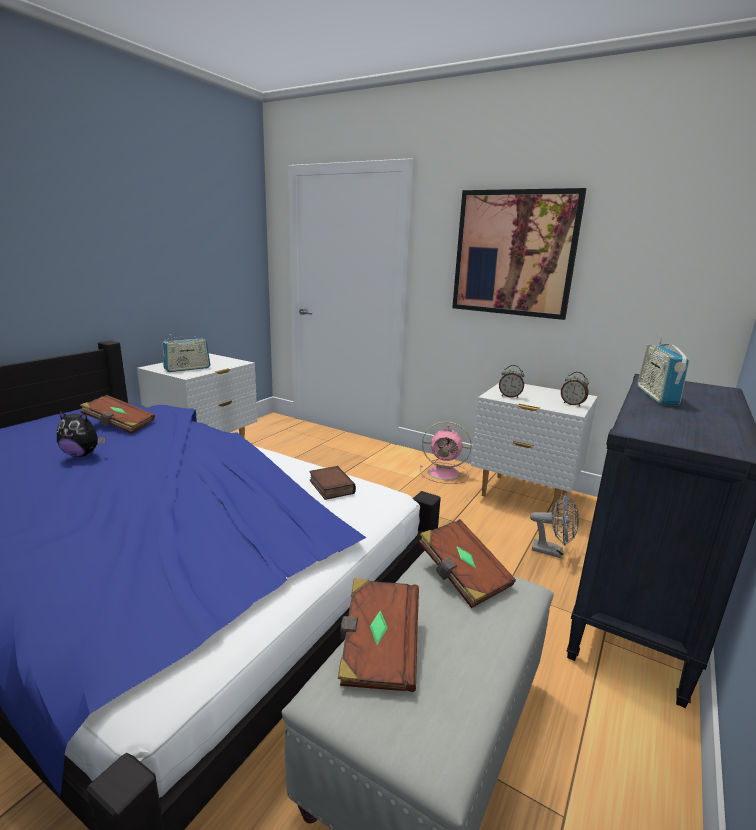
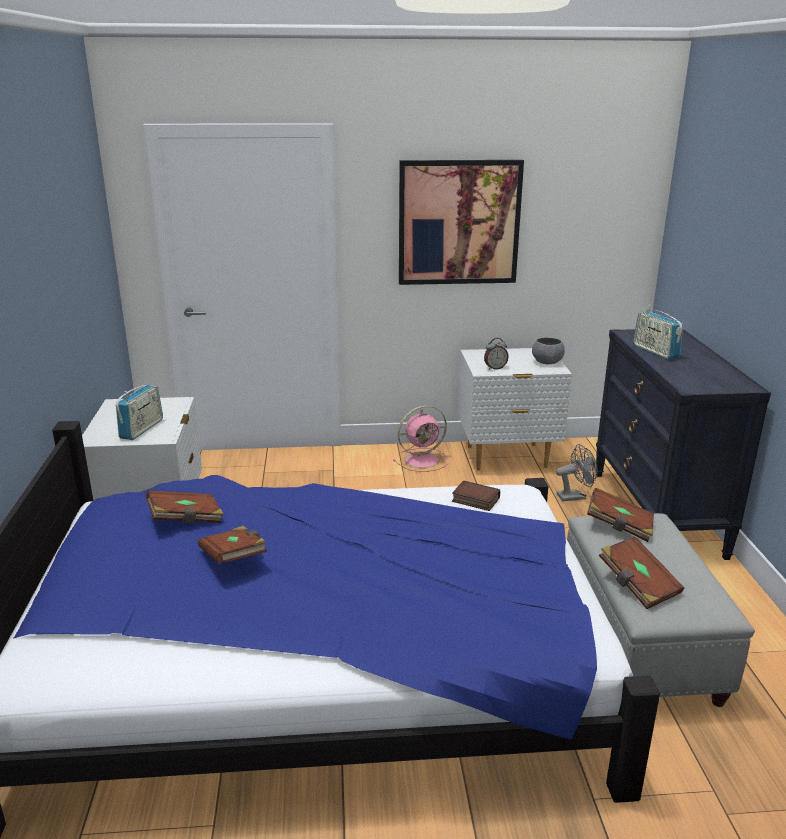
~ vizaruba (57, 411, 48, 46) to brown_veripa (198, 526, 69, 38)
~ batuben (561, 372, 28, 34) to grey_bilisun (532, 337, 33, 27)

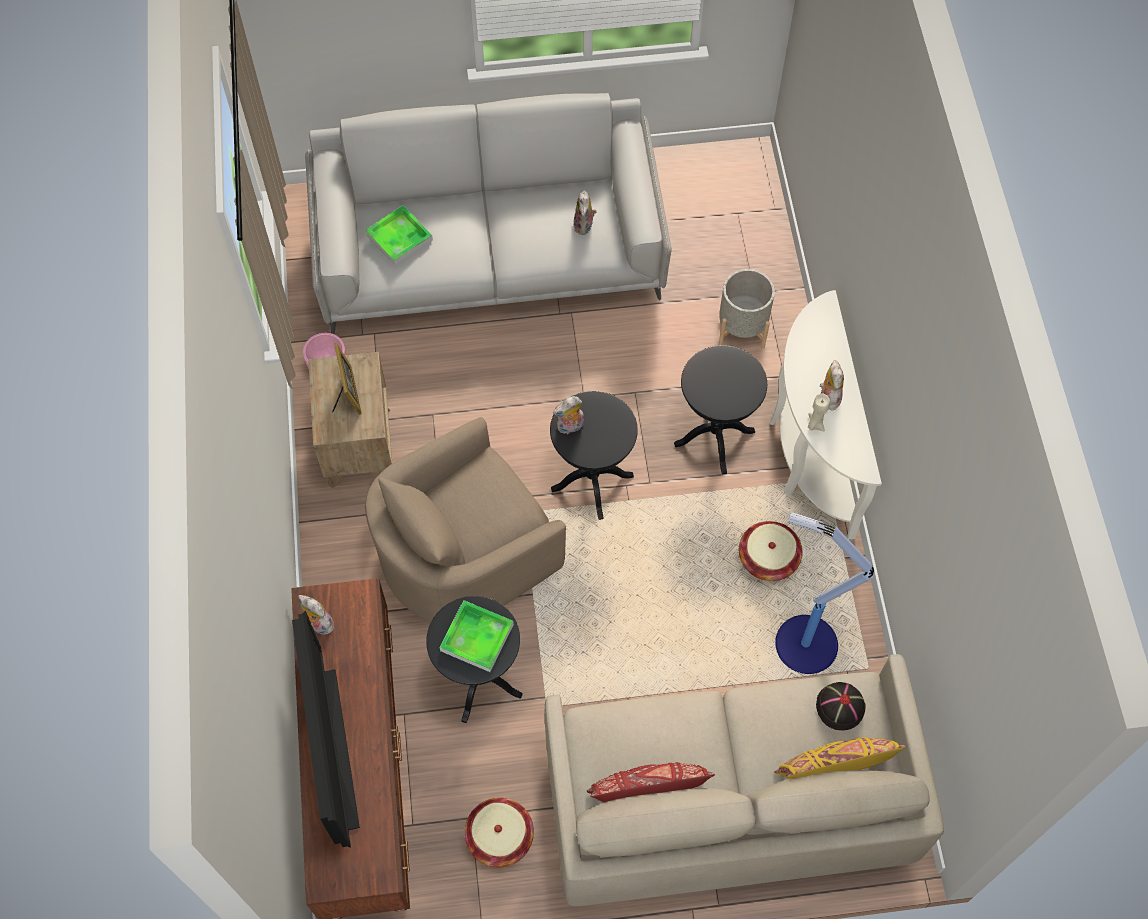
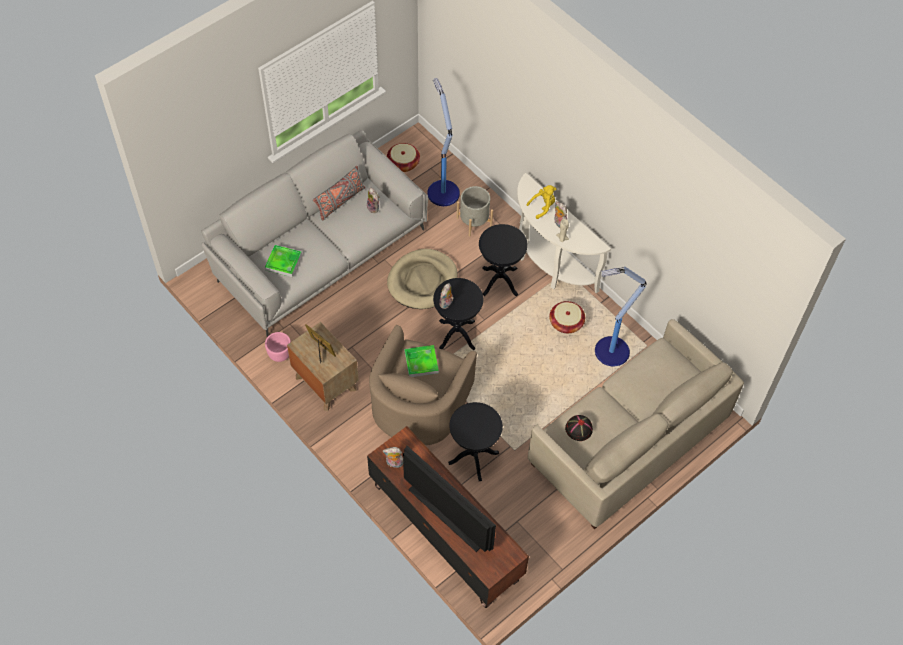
+ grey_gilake (313, 166, 52, 54)
~ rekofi (464, 797, 70, 70) to (387, 143, 33, 29)
+ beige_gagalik (387, 249, 71, 60)
~ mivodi (440, 600, 74, 72) to (404, 345, 35, 32)
+ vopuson (427, 78, 33, 128)
+ yellow_vizaruba (526, 185, 30, 34)
~ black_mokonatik (816, 682, 50, 48) to (565, 415, 28, 26)
- red_gilake (587, 762, 128, 40)
- yellow_gilake (774, 737, 132, 42)

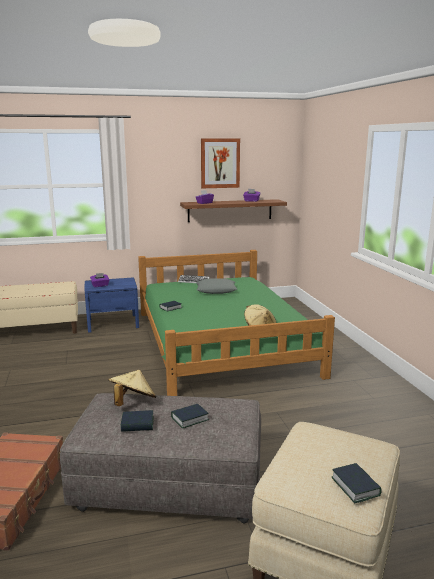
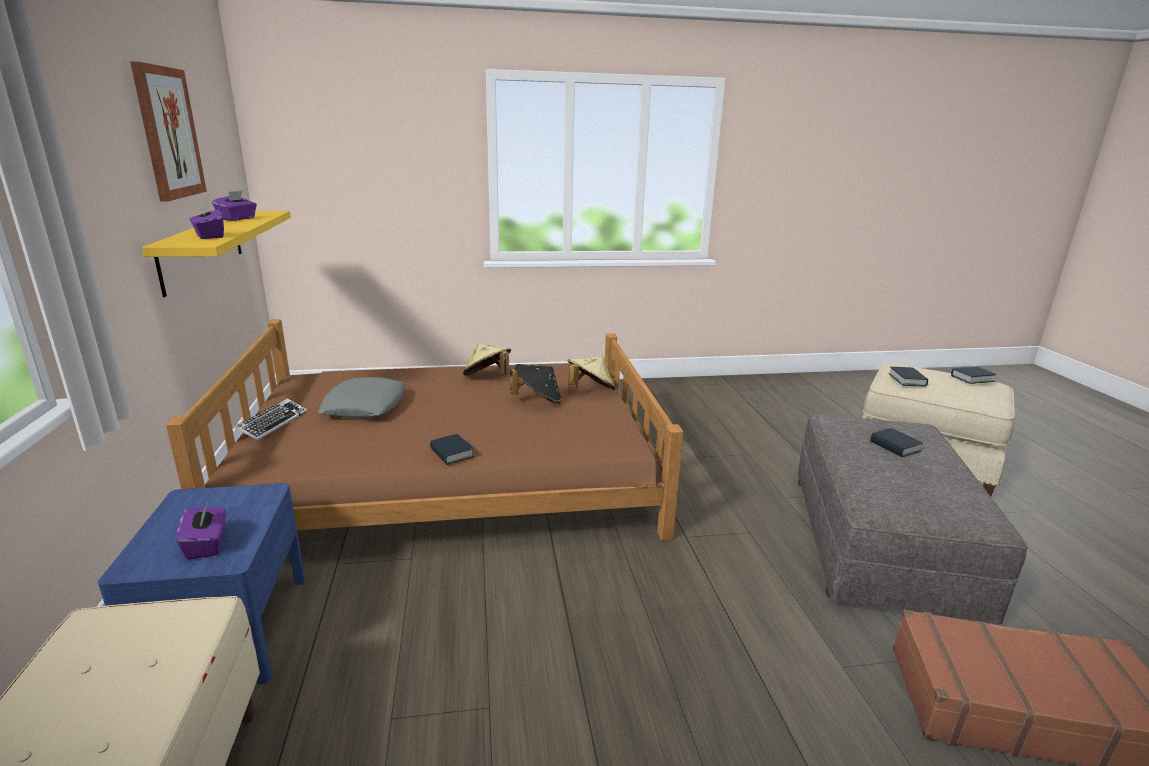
~ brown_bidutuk (180, 199, 107, 23) to yellow_bidutuk (142, 211, 149, 86)
~ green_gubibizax (138, 250, 197, 146) to brown_gubibizax (166, 319, 518, 222)
~ beige_mokonatik (108, 370, 48, 36) to (463, 343, 48, 32)
+ black_mokonatik (510, 364, 51, 39)
~ veripa (121, 410, 33, 22) to (889, 367, 39, 20)

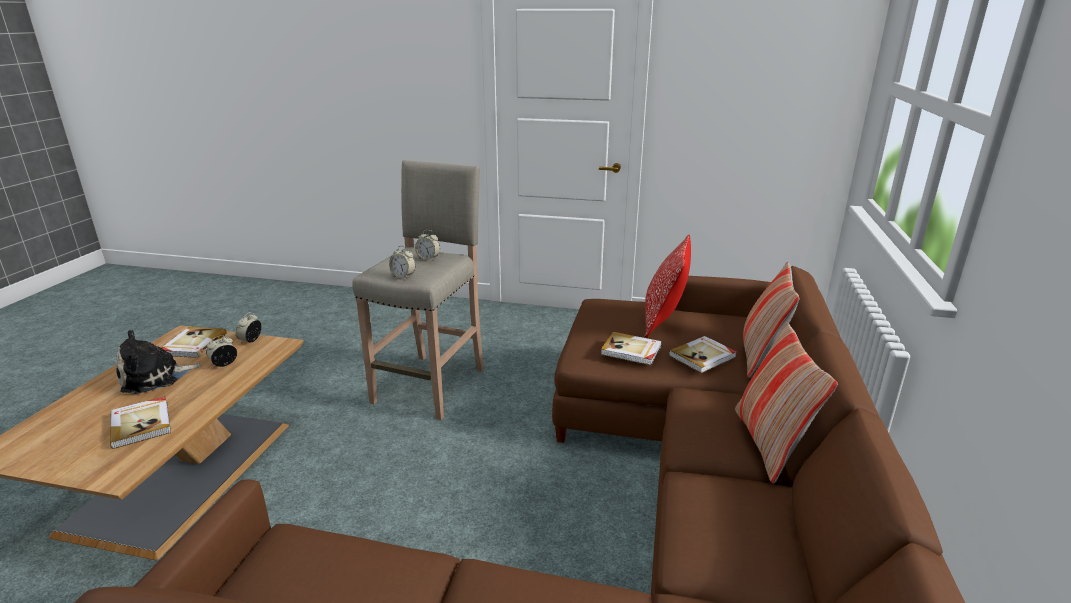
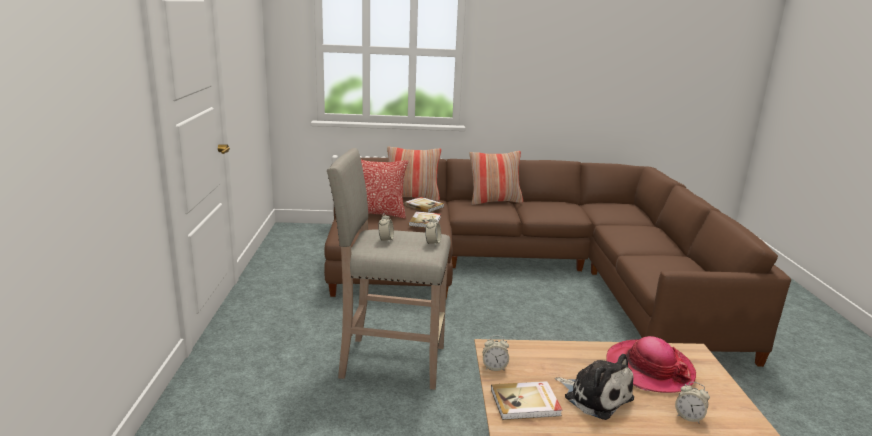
~ veripa (110, 396, 61, 53) to mokonatik (606, 336, 90, 57)
~ batuben (206, 335, 31, 32) to (675, 382, 35, 42)

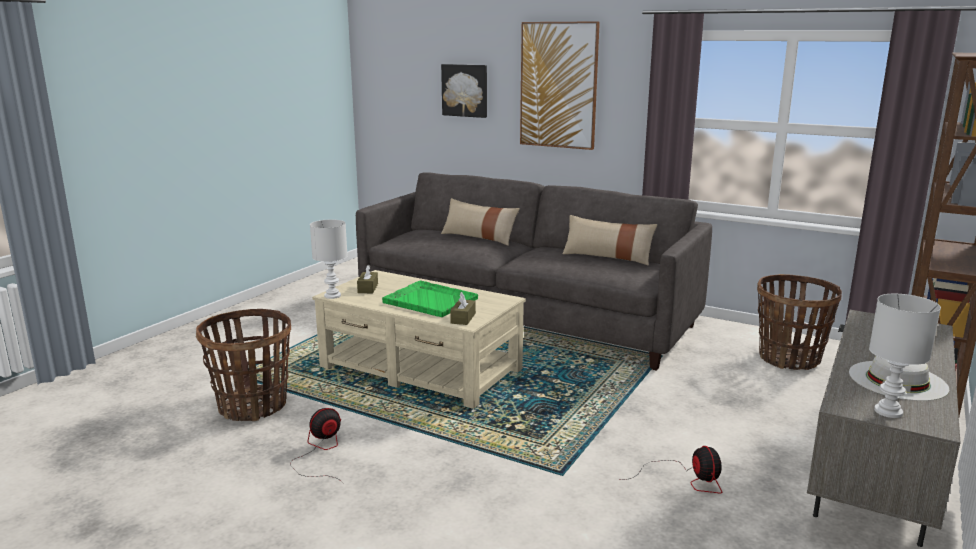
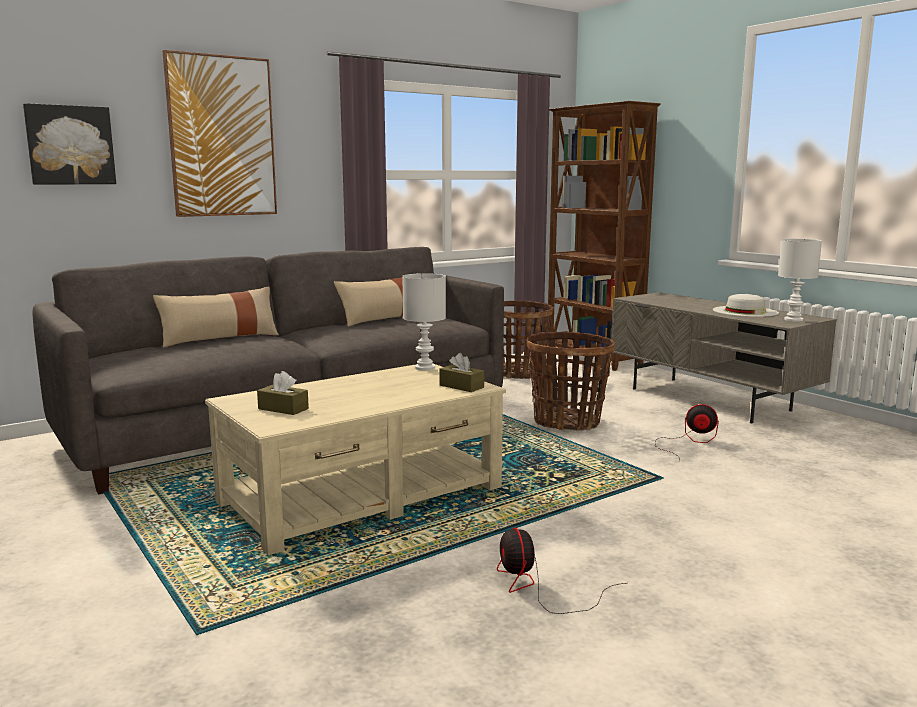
~ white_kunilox (310, 219, 38, 80) to (402, 273, 44, 97)
~ rekofi (196, 309, 95, 112) to (527, 331, 88, 100)
- green_mivodi (382, 281, 96, 36)

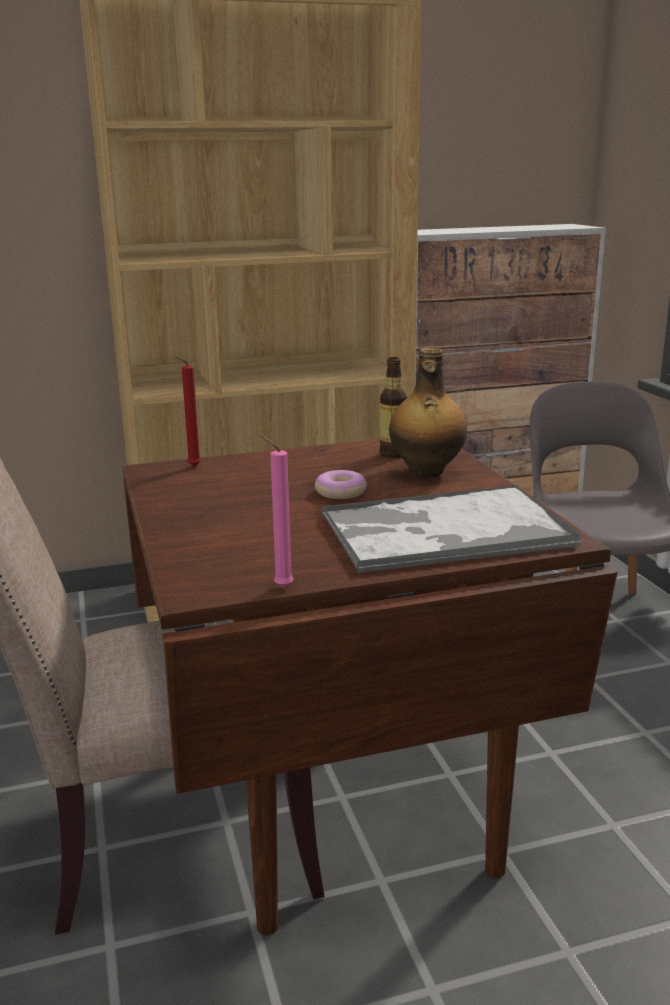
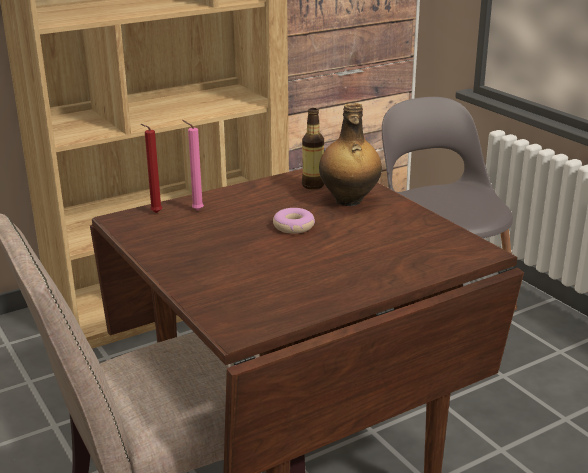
~ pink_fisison (261, 436, 32, 151) to (182, 120, 22, 90)
- mivodi (322, 485, 259, 89)

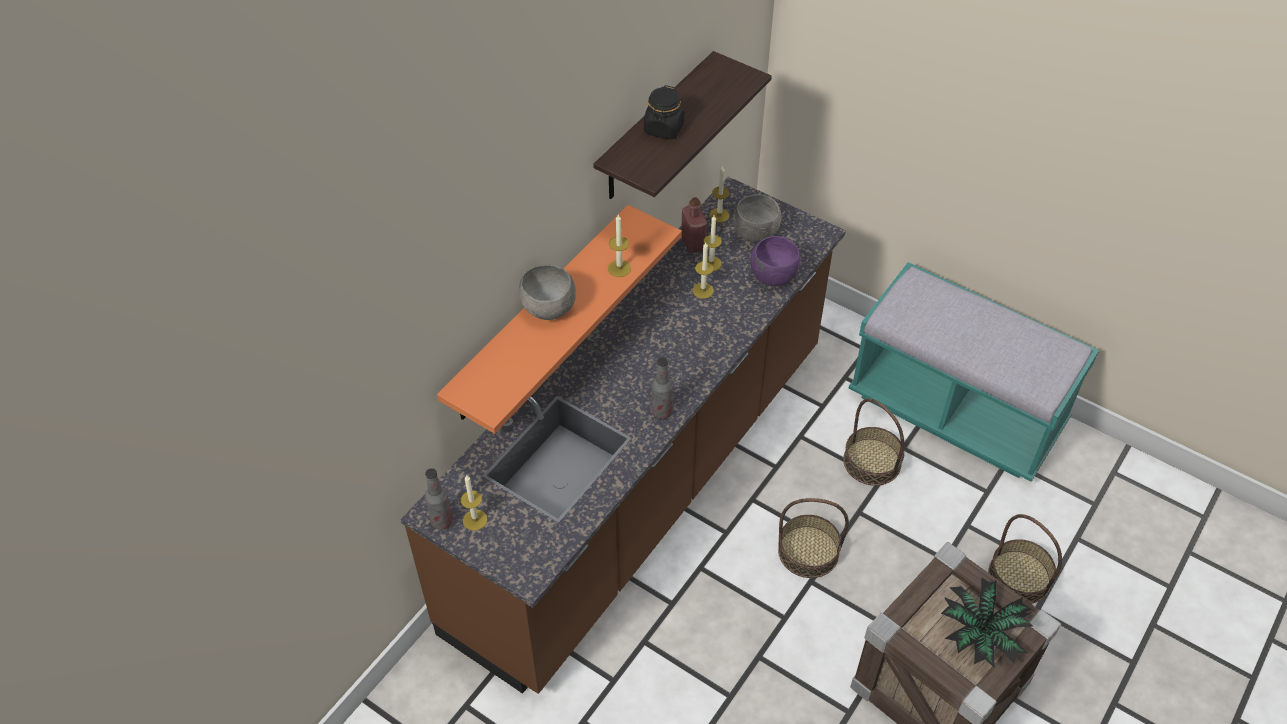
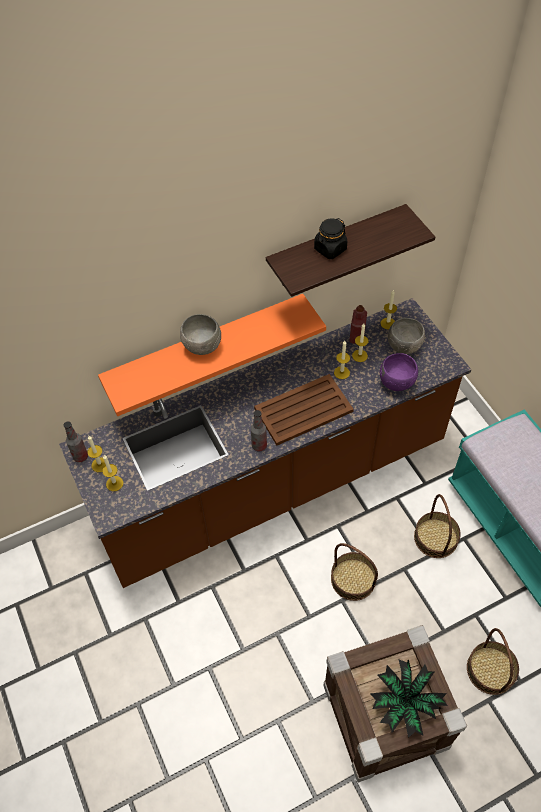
~ fisison (608, 215, 23, 62) to (102, 455, 21, 36)
+ brown_mivodi (254, 374, 100, 71)

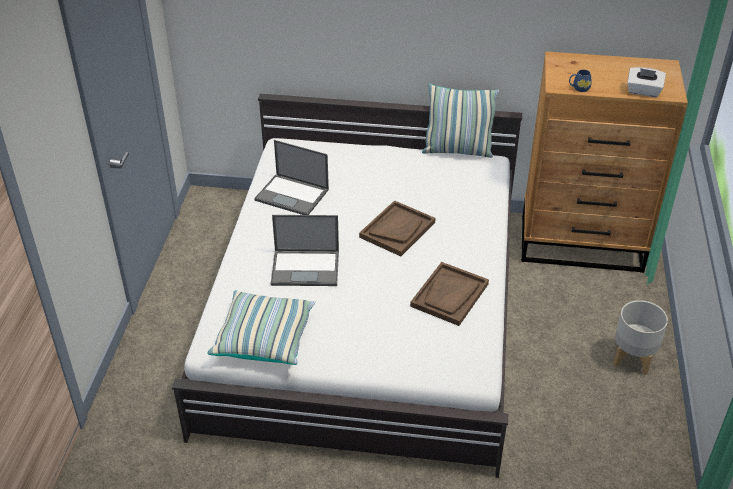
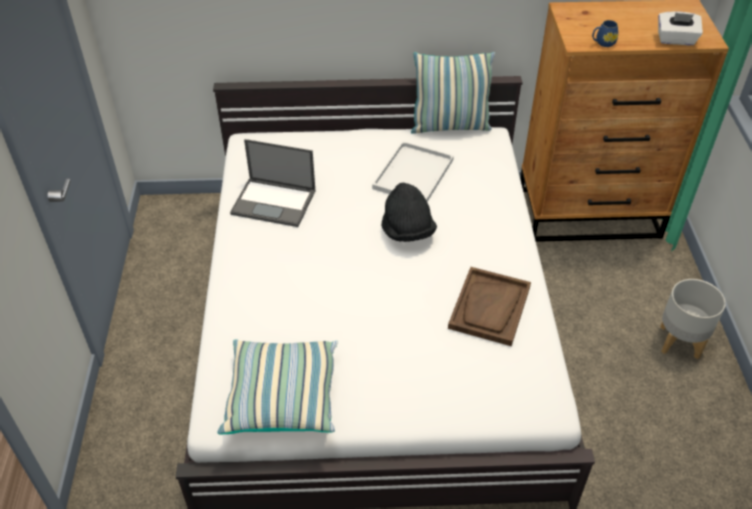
+ white_mivodi (372, 141, 82, 61)
~ brown_mivodi (359, 200, 77, 56) to black_mokonatik (381, 183, 56, 59)
- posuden (271, 215, 68, 71)

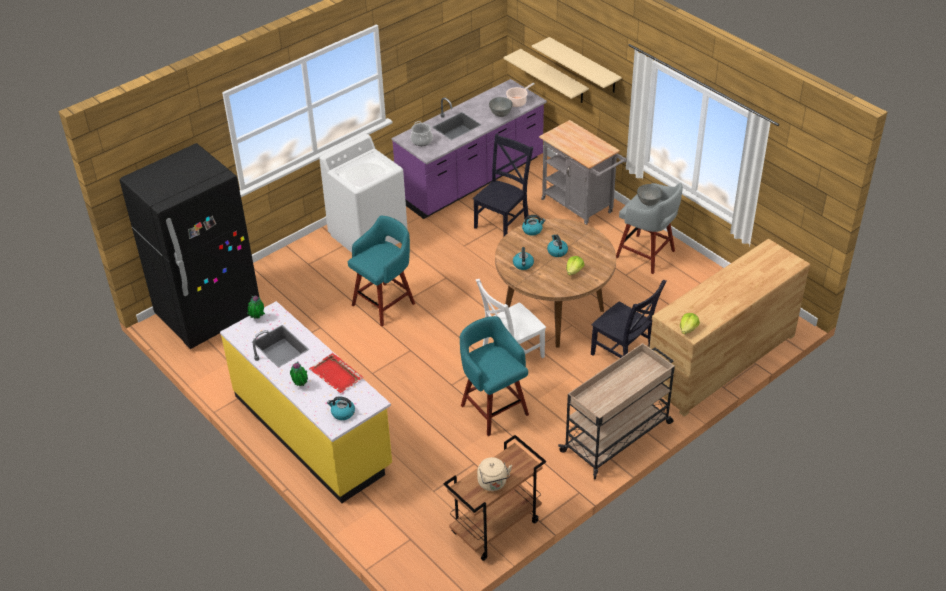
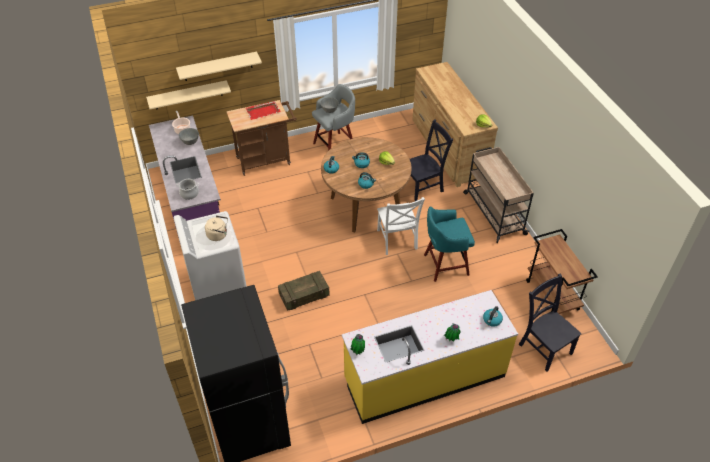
~ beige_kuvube (477, 457, 35, 34) to (205, 216, 23, 25)
~ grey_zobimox (539, 120, 88, 105) to brown_zobimox (226, 100, 71, 76)
~ red_mivodi (309, 353, 55, 40) to (246, 101, 35, 19)
~ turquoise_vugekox (348, 216, 67, 110) to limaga (278, 271, 52, 40)
~ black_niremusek (473, 134, 60, 102) to (519, 274, 62, 98)

